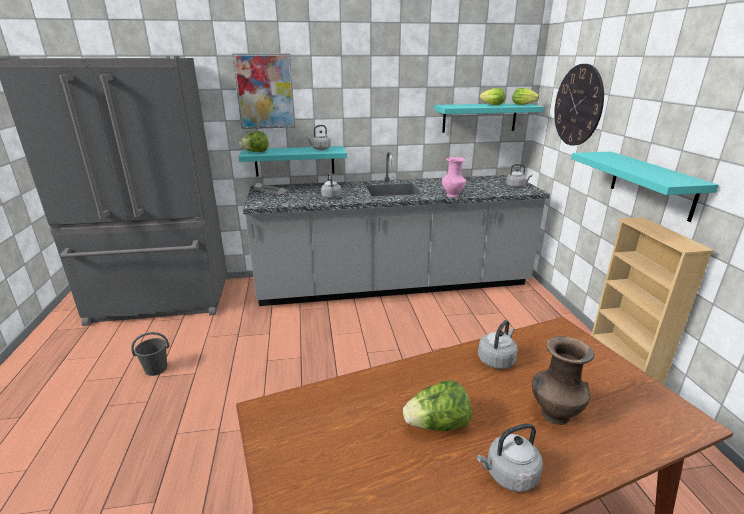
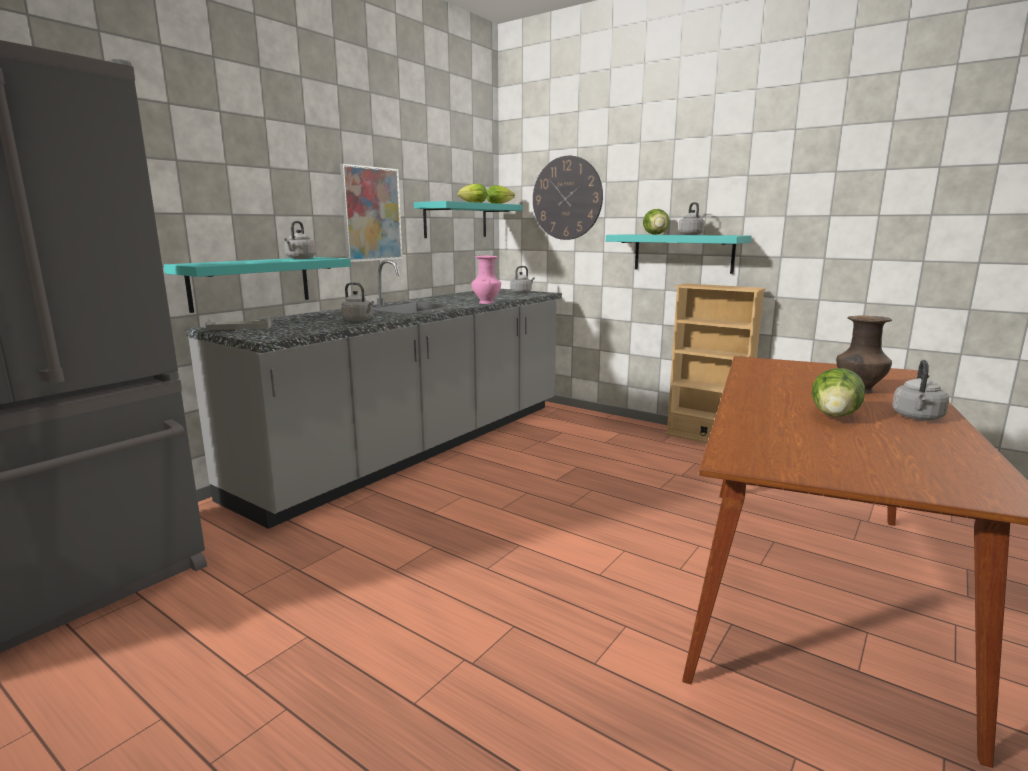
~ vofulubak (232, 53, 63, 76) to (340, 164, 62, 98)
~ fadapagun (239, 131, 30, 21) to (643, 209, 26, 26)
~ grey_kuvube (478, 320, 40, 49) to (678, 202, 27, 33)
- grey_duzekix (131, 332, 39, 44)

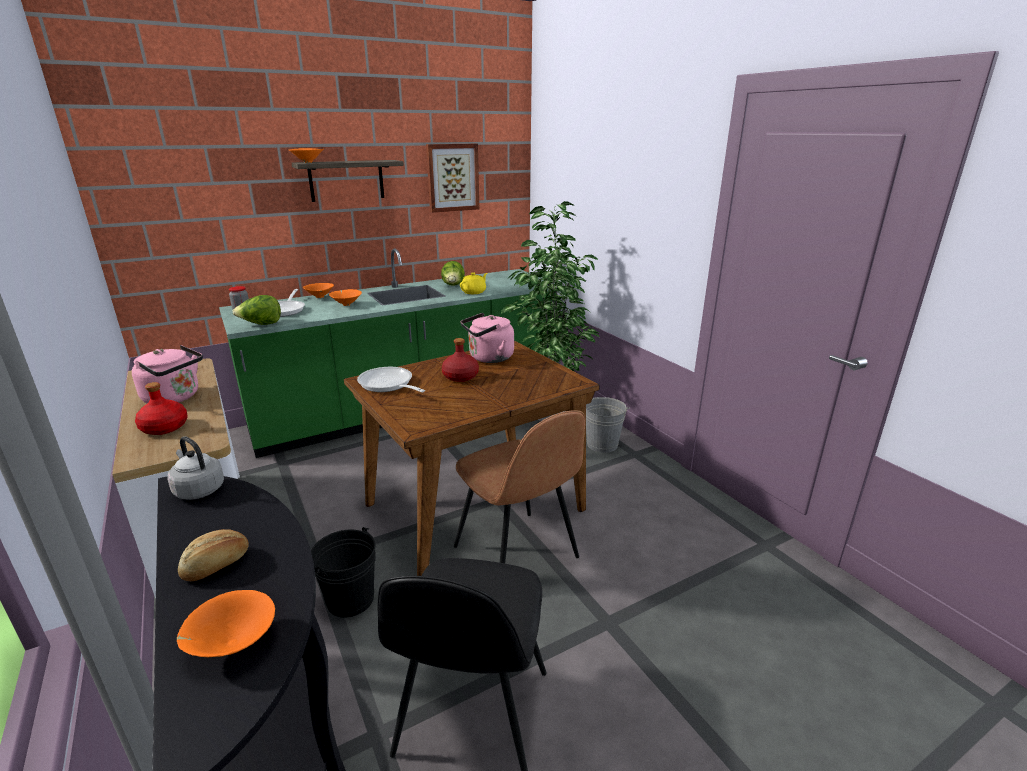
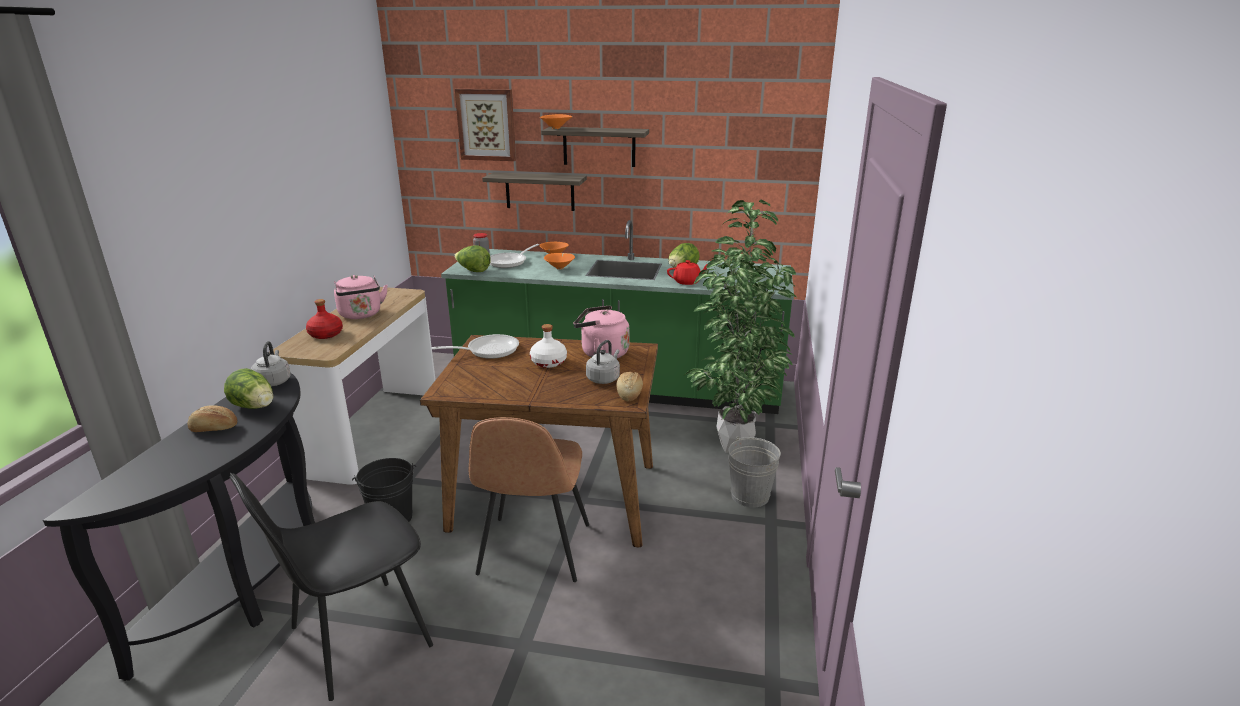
+ fadapagun (224, 368, 49, 41)
~ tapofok (357, 367, 68, 25) = (432, 334, 87, 25) 75 degrees clockwise
~ vofulubak (426, 144, 53, 69) to (455, 89, 61, 72)
+ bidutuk (482, 172, 105, 39)
~ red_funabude (442, 338, 37, 44) to white_funabude (530, 324, 37, 44)
+ grey_kuvube (586, 340, 34, 44)
+ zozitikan (617, 372, 26, 29)
~ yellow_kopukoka (460, 273, 27, 21) to red_kopukoka (667, 260, 40, 25)
- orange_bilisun (177, 590, 98, 67)

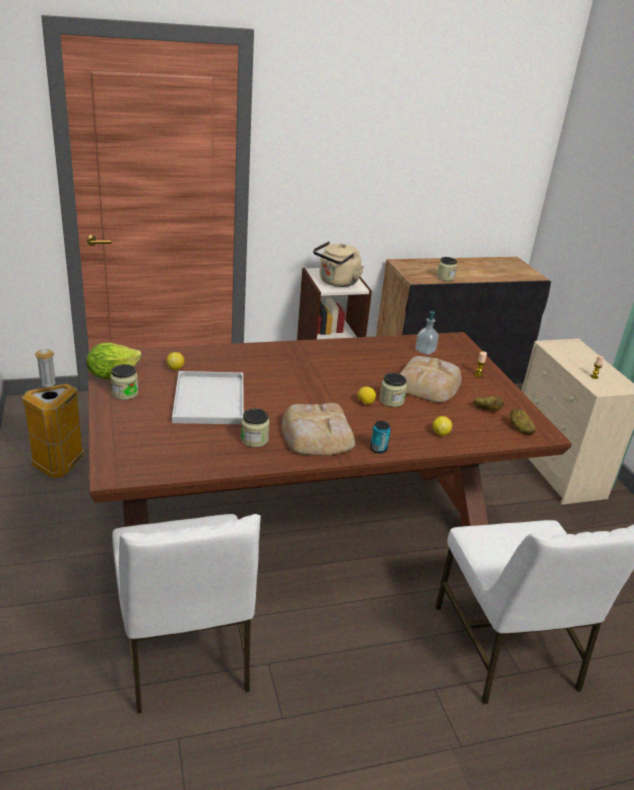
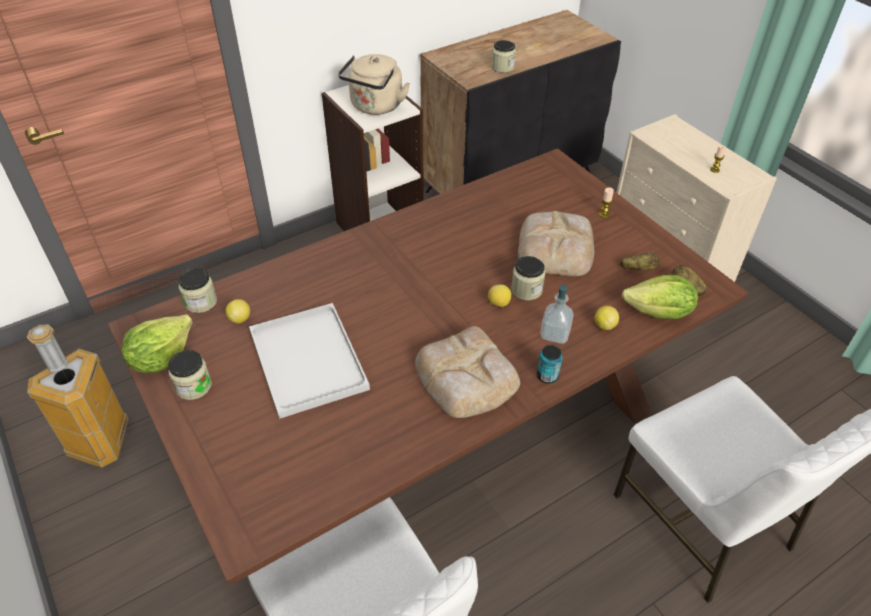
~ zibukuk (241, 408, 29, 39) to (179, 268, 38, 45)
~ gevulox (415, 311, 24, 44) to (540, 283, 34, 61)
+ fadapagun (622, 275, 76, 44)

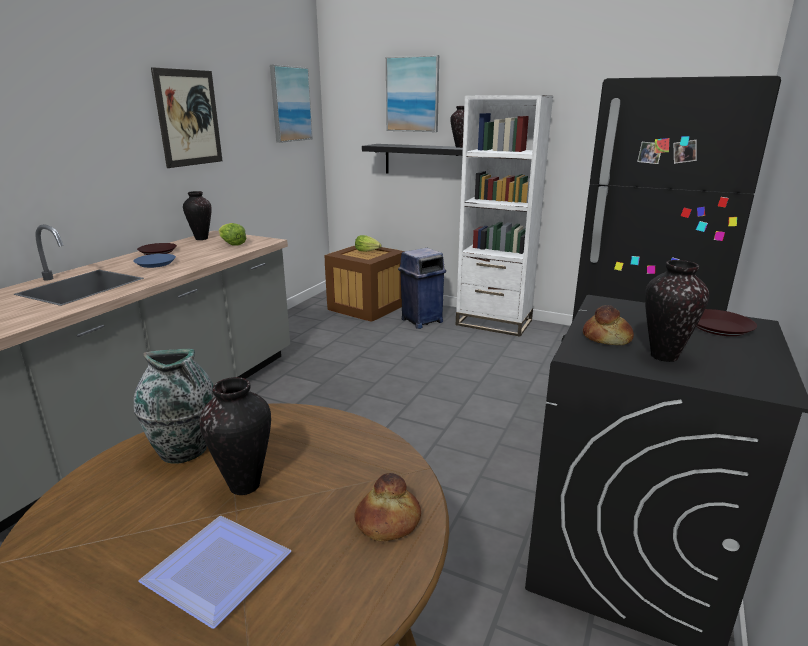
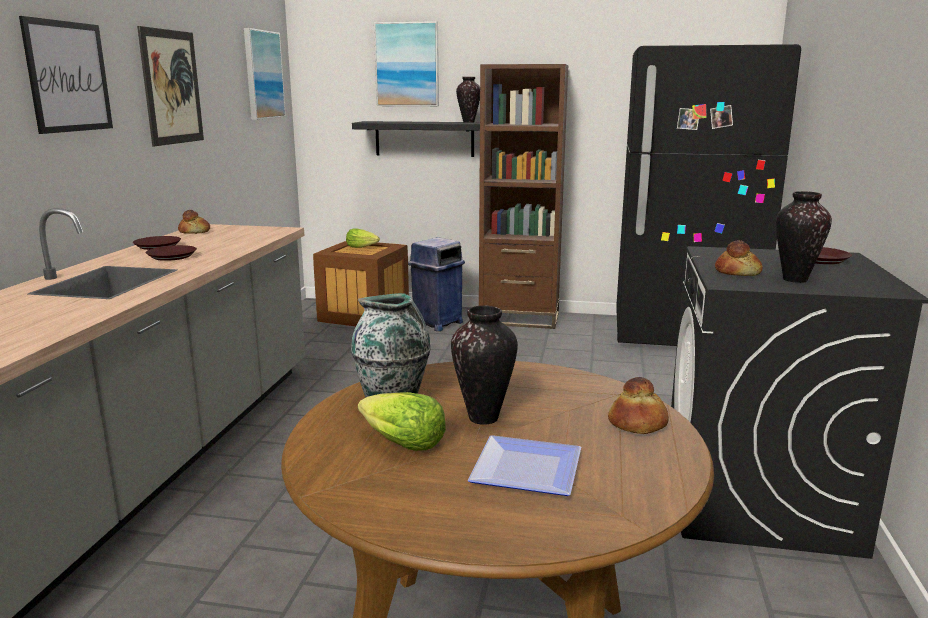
+ vofulubak (19, 16, 94, 118)
~ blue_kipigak (133, 254, 43, 14) to brown_kipigak (146, 245, 51, 16)
~ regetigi (183, 191, 29, 49) to zozitikan (178, 210, 32, 24)
~ fadapagun (219, 223, 27, 23) to (358, 392, 88, 59)
~ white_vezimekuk (456, 95, 97, 242) to brown_vezimekuk (479, 64, 90, 265)

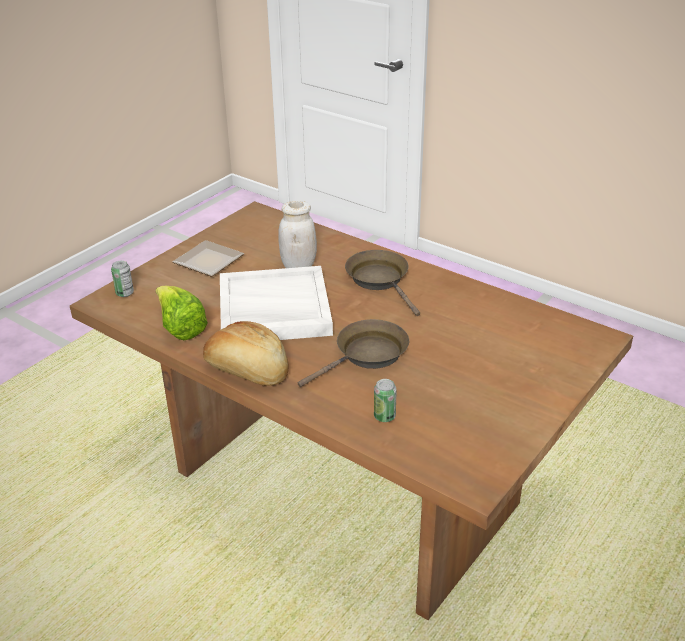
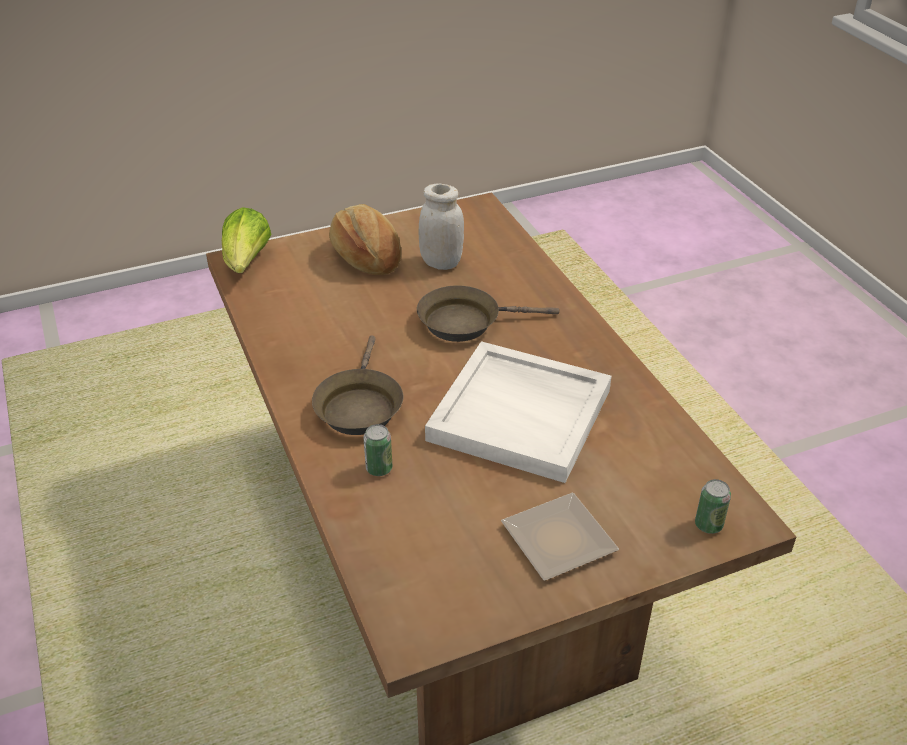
~ fadapagun (156, 286, 52, 54) to (222, 207, 49, 66)
~ zozitikan (203, 321, 86, 65) to (329, 204, 72, 71)
~ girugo (374, 379, 23, 43) to (363, 424, 29, 52)
~ white_zibukuk (278, 201, 39, 67) to (418, 183, 46, 87)

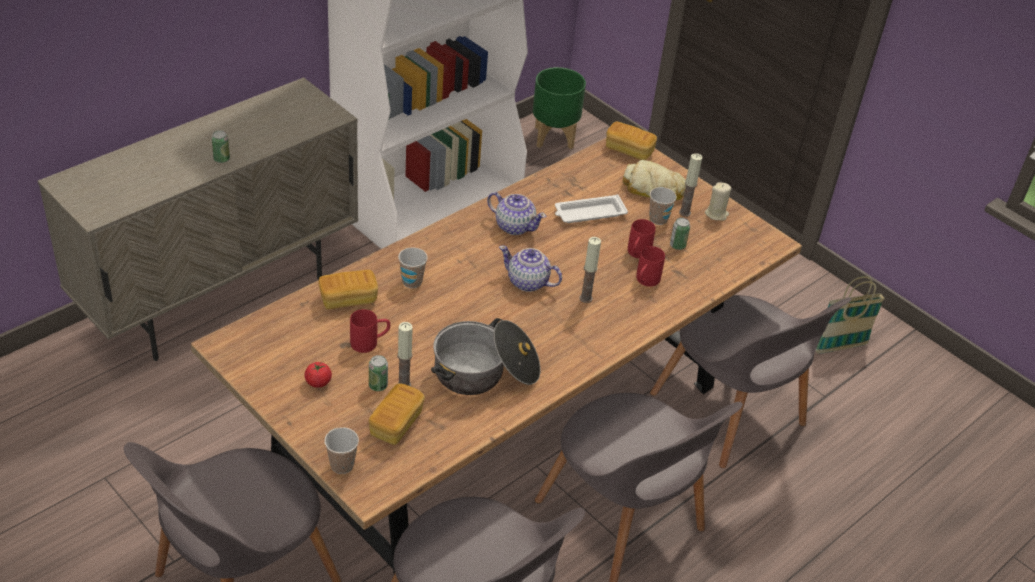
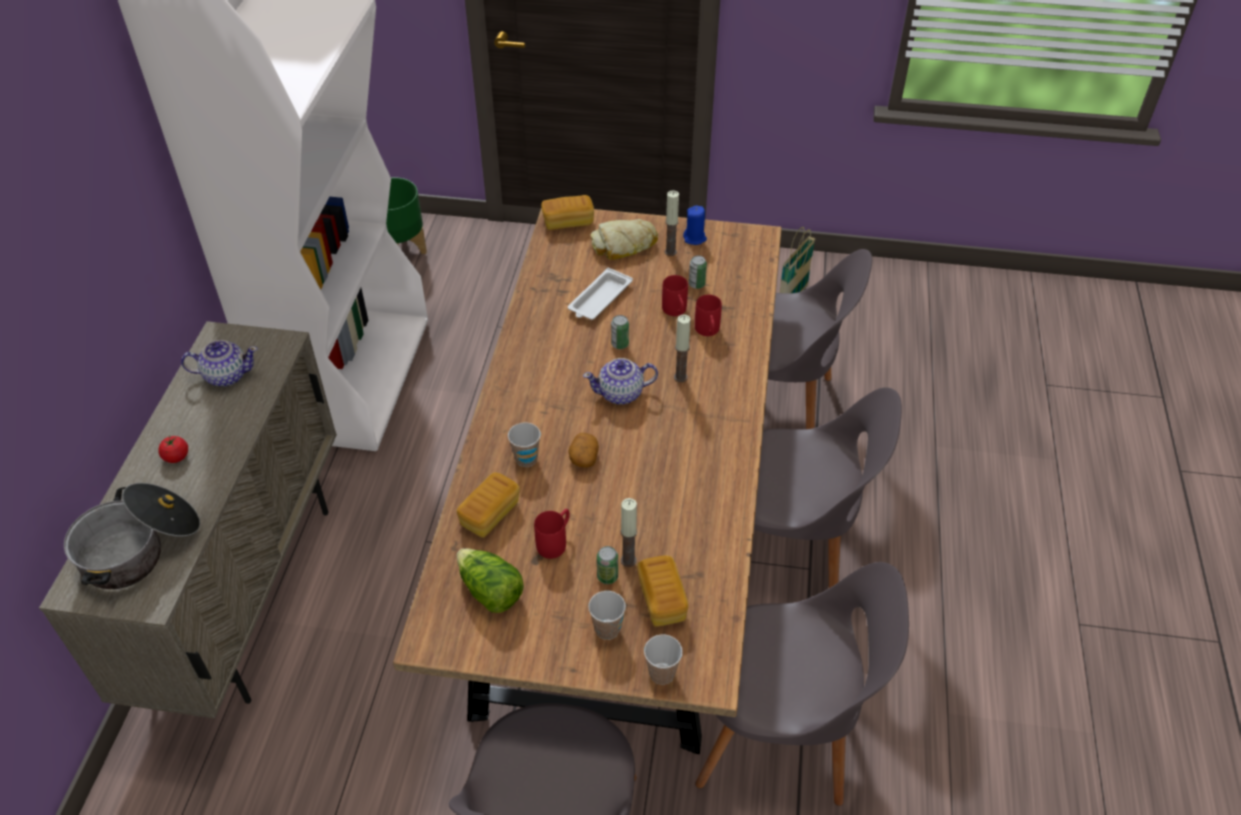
~ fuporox (431, 318, 110, 77) to (64, 483, 136, 106)
~ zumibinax (304, 362, 28, 26) to (158, 436, 30, 27)
~ kopukoka (487, 192, 59, 43) to (181, 340, 77, 47)
+ fadapagun (457, 548, 67, 65)
+ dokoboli (569, 433, 30, 35)
~ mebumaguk (649, 187, 28, 38) to (588, 591, 38, 49)
~ girugo (211, 130, 19, 33) to (611, 315, 18, 34)
~ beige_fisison (705, 182, 26, 39) to blue_fisison (683, 206, 24, 39)

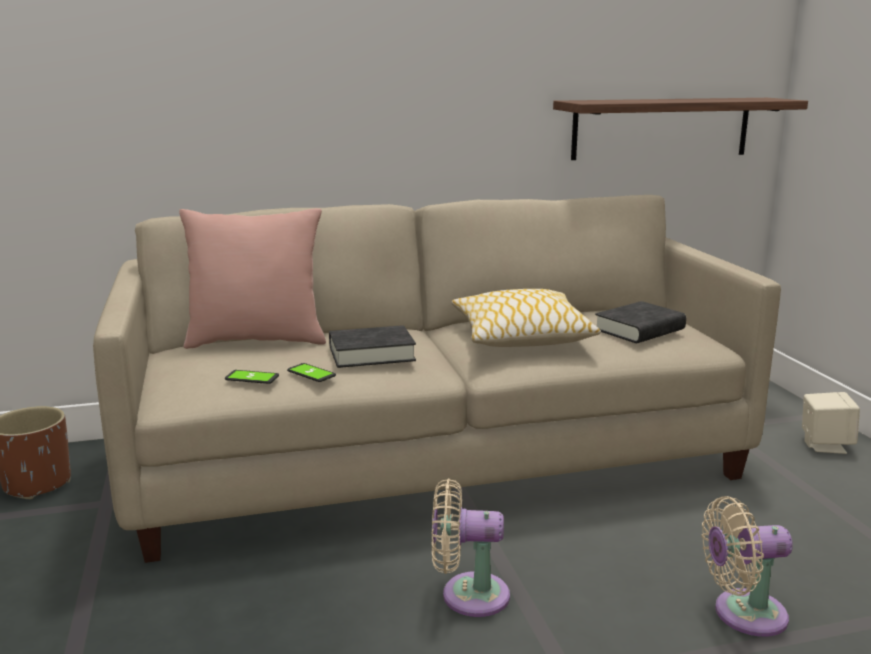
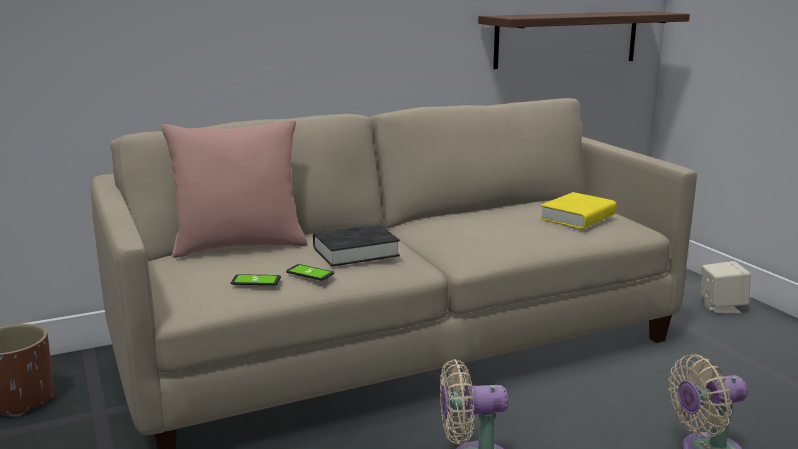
~ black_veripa (595, 301, 91, 42) to yellow_veripa (540, 192, 76, 37)
- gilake (452, 289, 149, 58)

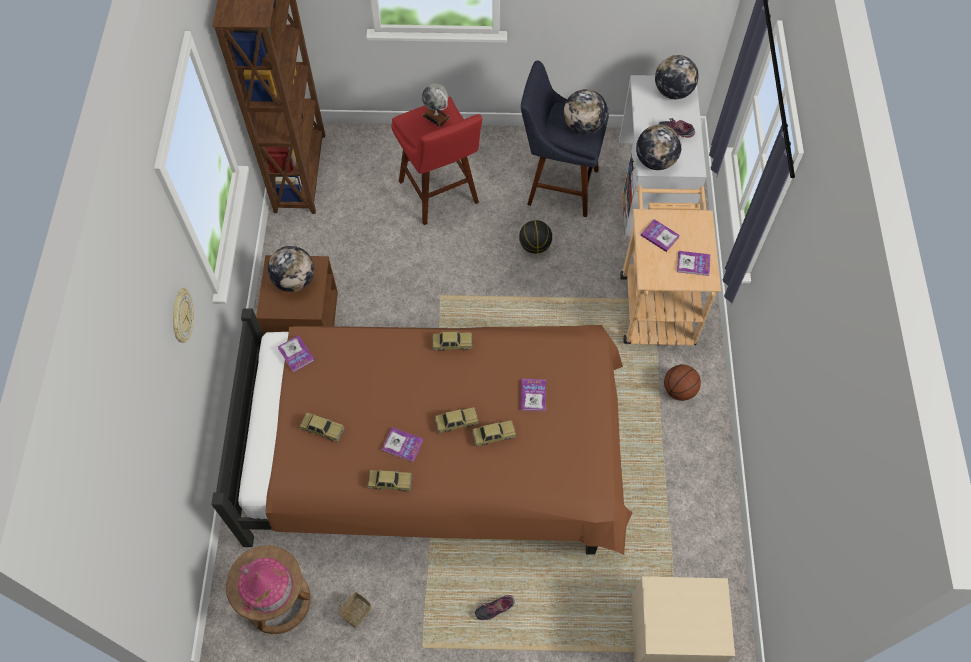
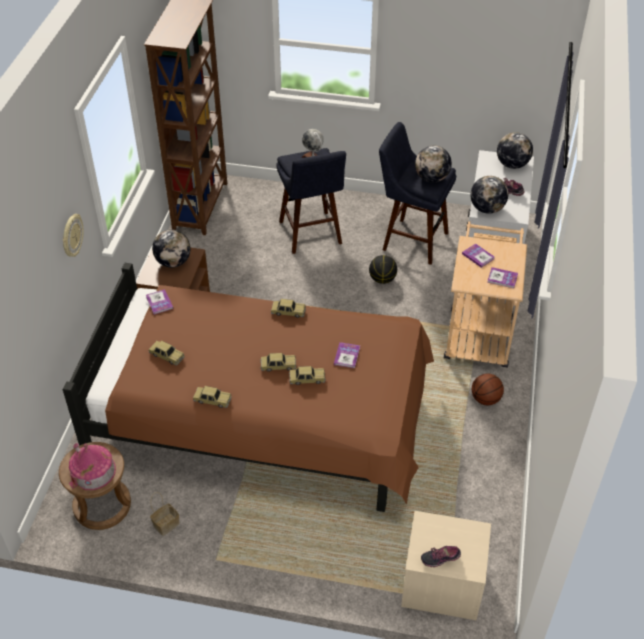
~ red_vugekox (391, 96, 91, 129) to blue_vugekox (276, 148, 70, 106)
~ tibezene (475, 595, 40, 25) to (421, 546, 40, 21)
- veripa (382, 427, 41, 35)

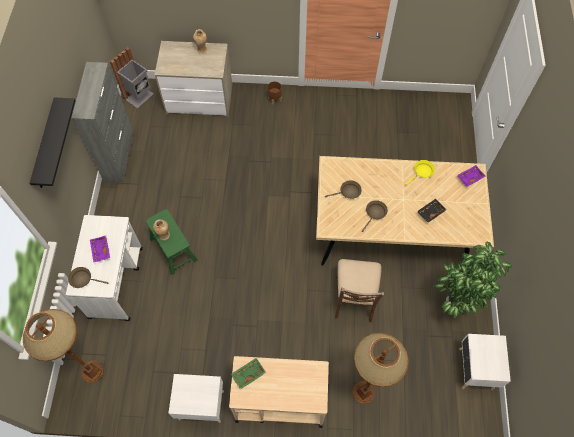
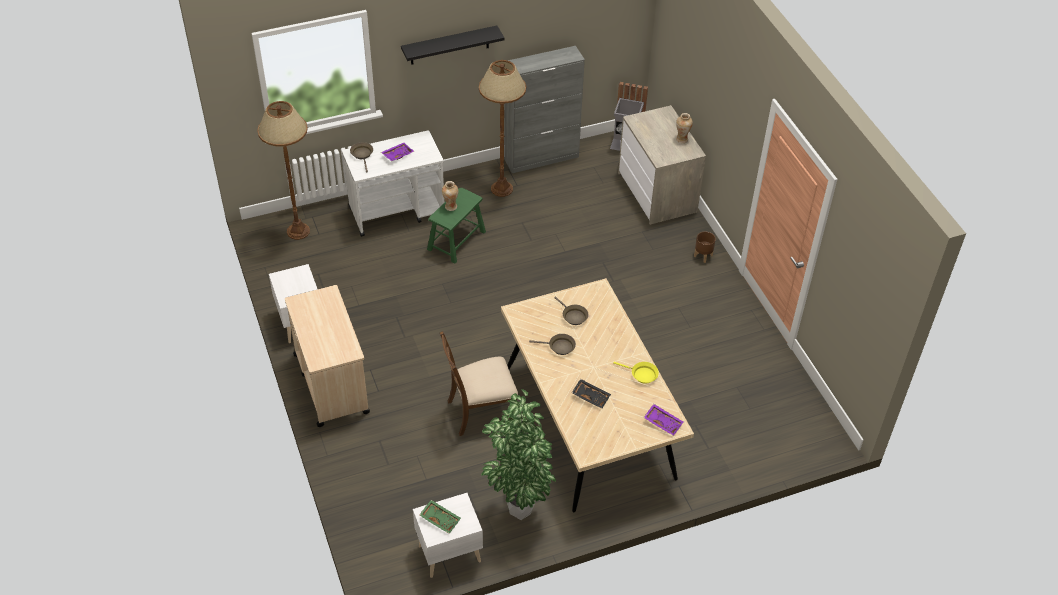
~ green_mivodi (231, 358, 35, 32) to (419, 500, 42, 34)
~ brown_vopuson (353, 333, 56, 71) to (479, 60, 47, 137)

